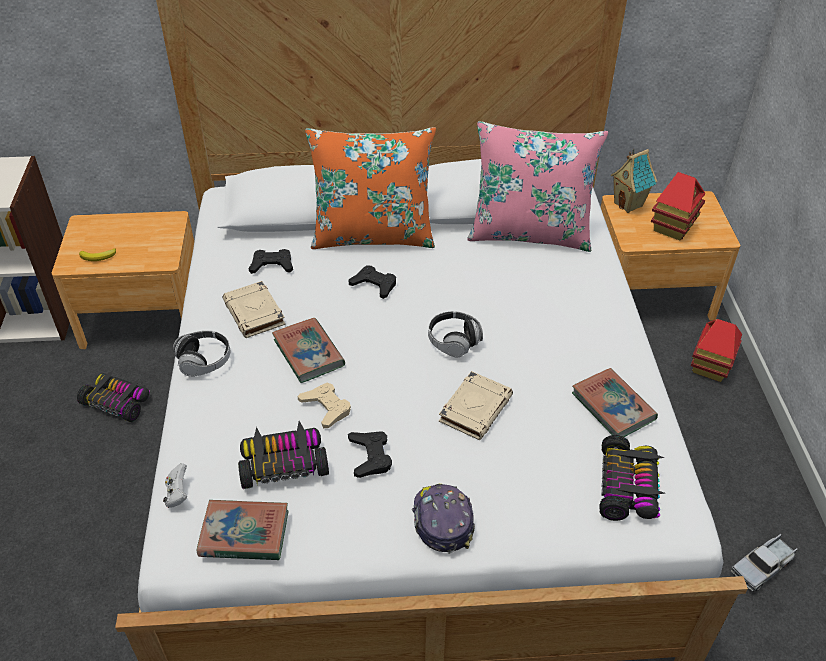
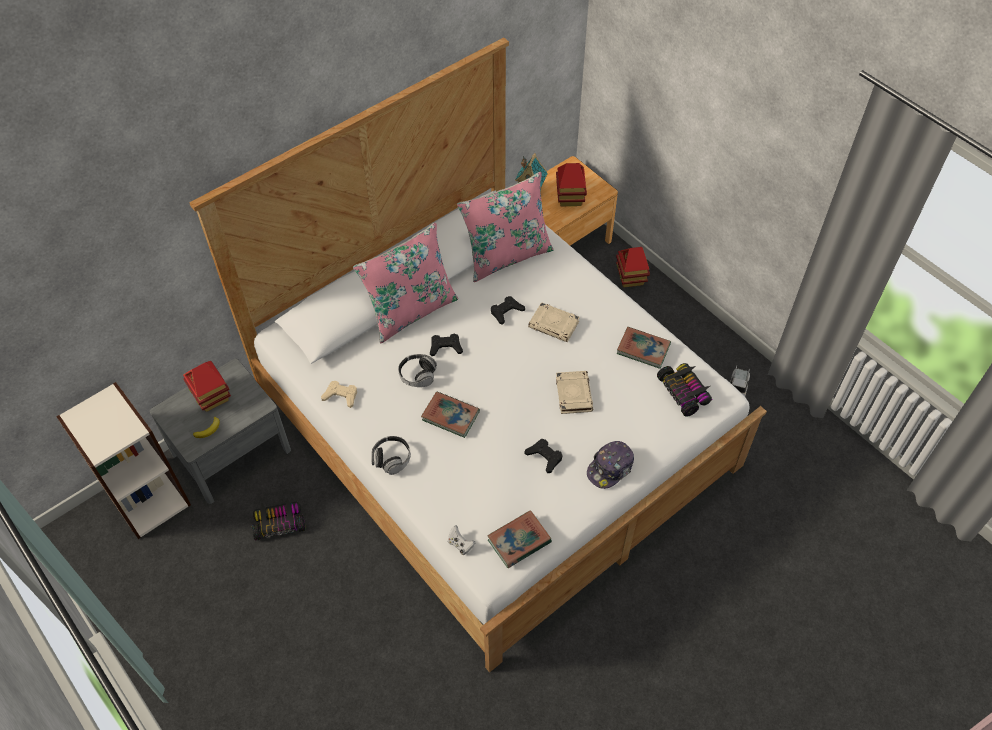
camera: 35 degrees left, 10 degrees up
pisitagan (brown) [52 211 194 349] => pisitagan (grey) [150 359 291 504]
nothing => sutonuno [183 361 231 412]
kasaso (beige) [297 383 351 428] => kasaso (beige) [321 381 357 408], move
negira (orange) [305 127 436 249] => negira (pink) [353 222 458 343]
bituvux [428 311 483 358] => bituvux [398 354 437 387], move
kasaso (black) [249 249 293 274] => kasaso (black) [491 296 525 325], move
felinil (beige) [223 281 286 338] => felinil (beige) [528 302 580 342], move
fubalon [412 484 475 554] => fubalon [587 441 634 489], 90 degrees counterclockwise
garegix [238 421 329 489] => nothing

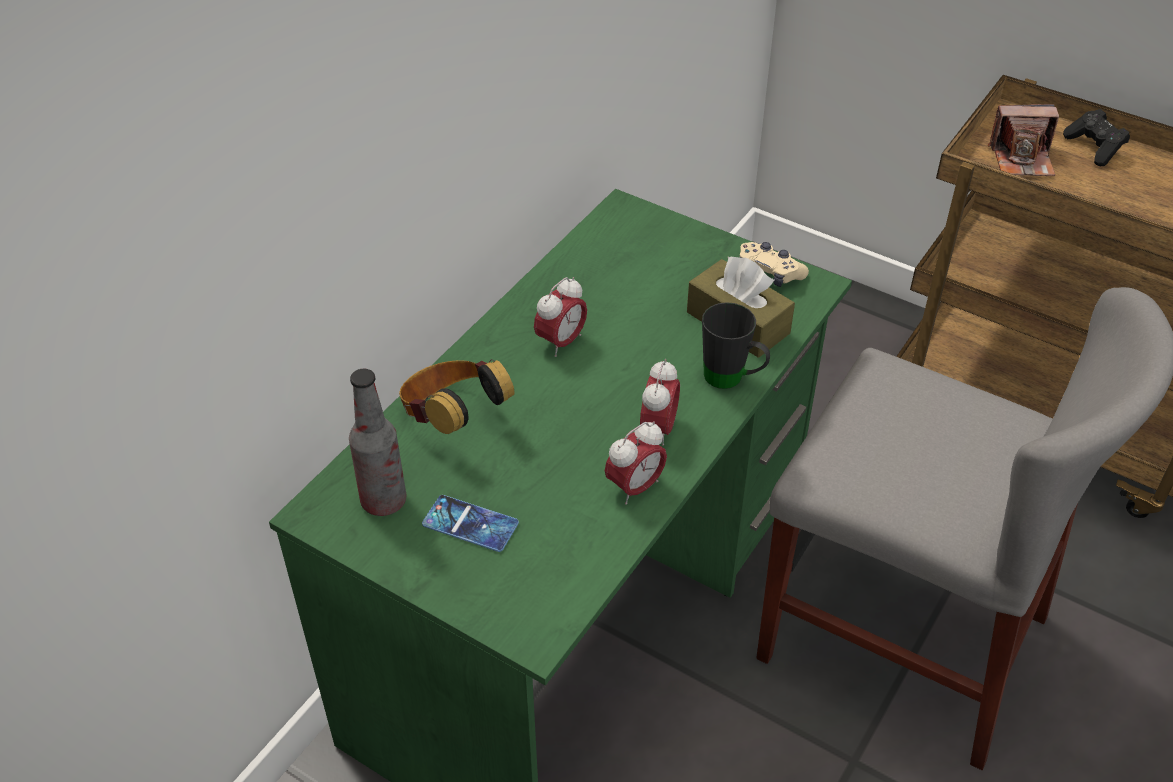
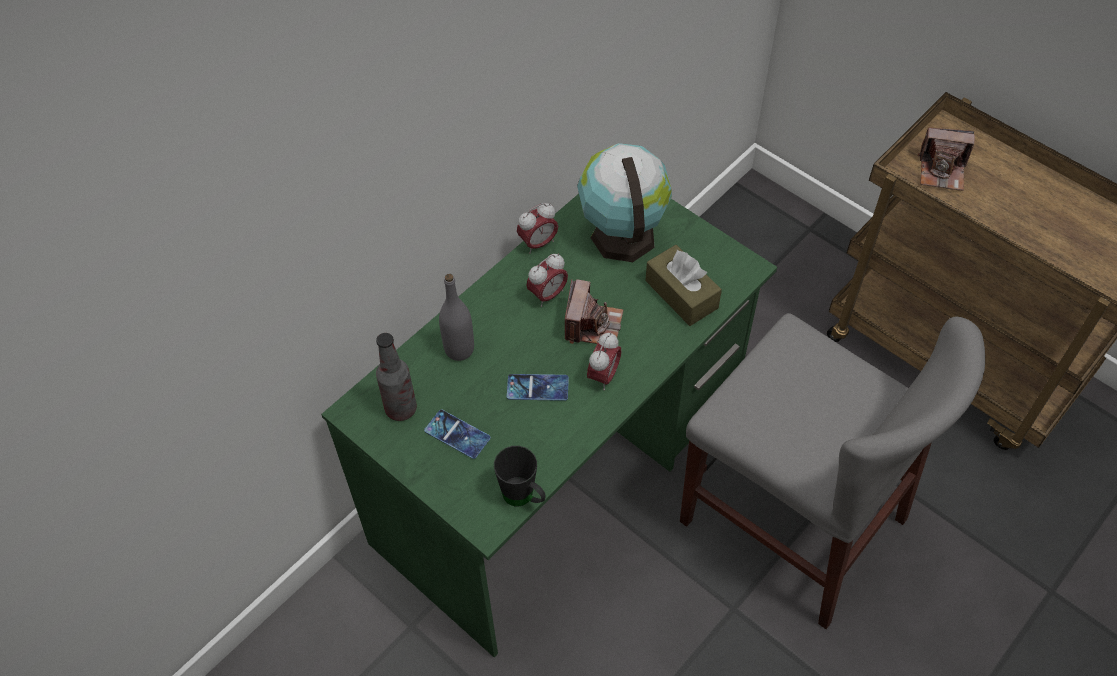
camera: 10 degrees right, 10 degrees up
bituvux [399 359 515 434] => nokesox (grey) [439 274 474 361]
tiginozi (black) [702 302 770 389] => tiginozi (black) [494 446 546 507], move
nothing => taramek [507 374 569 401]
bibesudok [605 421 667 505] => bibesudok [517 203 558 254], move
nothing => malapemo [565 279 623 344]
nothing => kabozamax [577 143 672 262]
kasaso (beige) [740 242 809 287] => nothing
kasaso (black) [1063 109 1130 166] => nothing

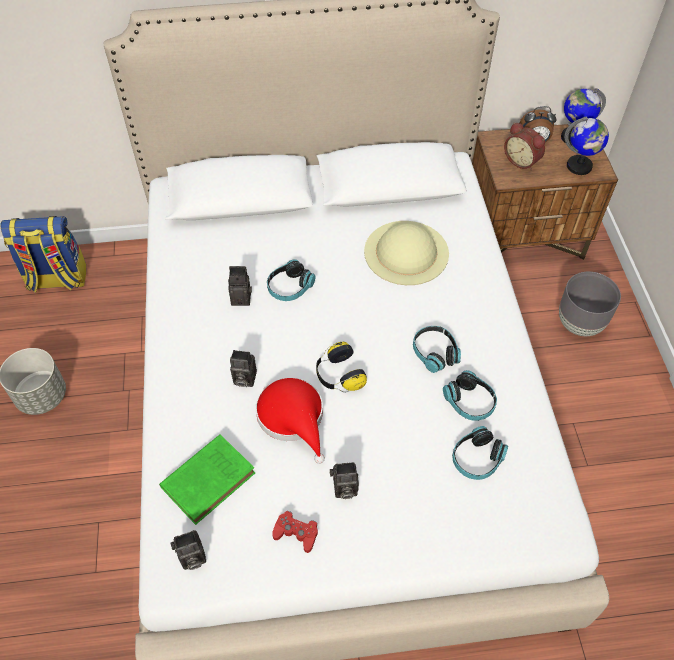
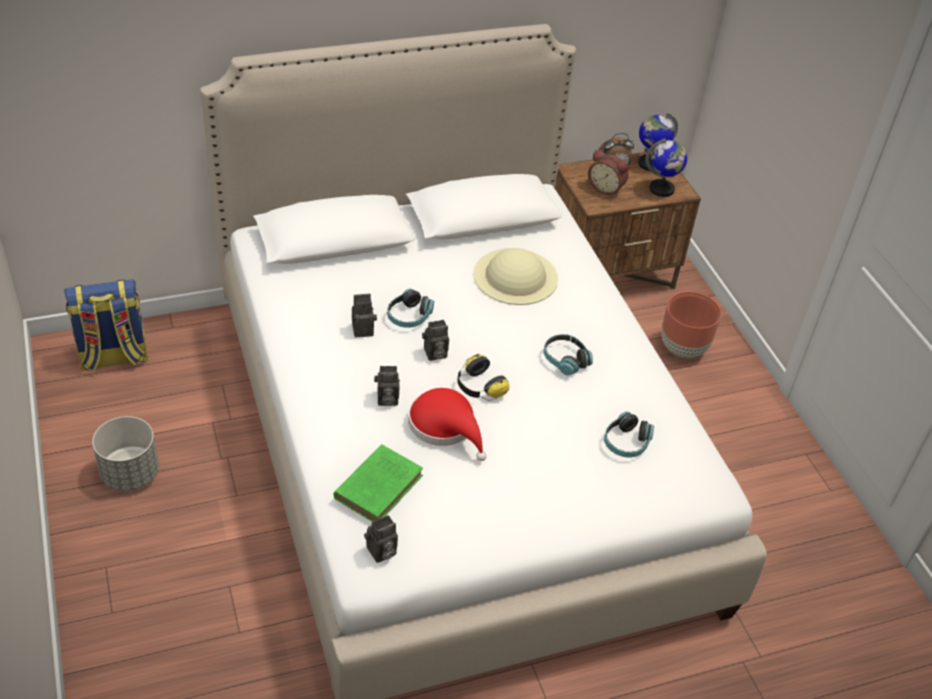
camera: 15 degrees left, 10 degrees down
malapemo [330 462 359 499] => malapemo [422 320 449 361], move
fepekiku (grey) [559 272 621 336] => fepekiku (brown) [661 292 721 358]
kasaso (red) [272 511 318 553] => nothing
bituvux [443 370 497 421] => nothing

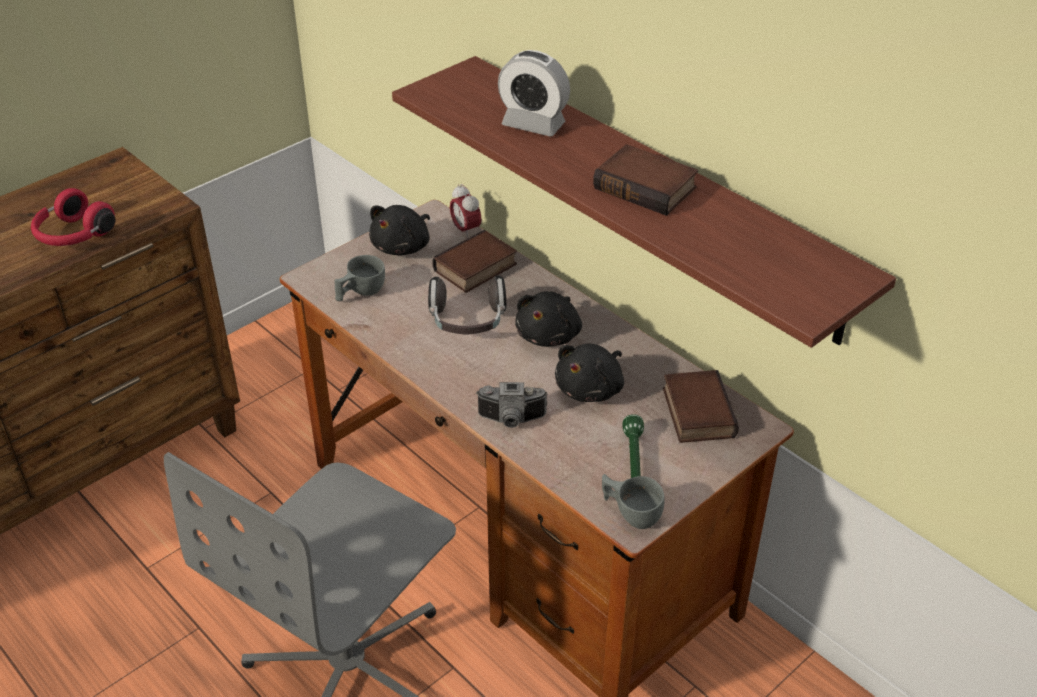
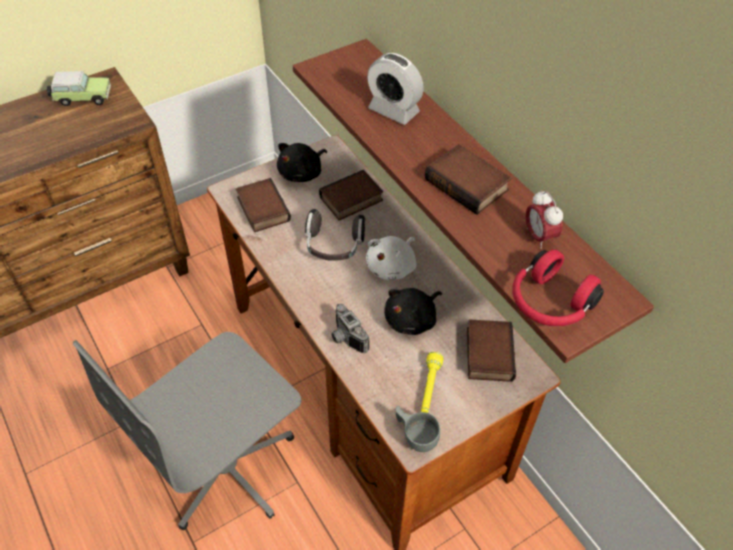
camera: 10 degrees right, 10 degrees up
nothing => garegix [47 71 111 106]
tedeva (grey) [334 255 385 301] => felinil [236 178 291 232]
malapemo [476 382 548 428] => malapemo [332 304 369 353], 45 degrees clockwise
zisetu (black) [515 291 582 347] => zisetu (white) [366 236 417 280]
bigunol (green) [623 414 644 478] => bigunol (yellow) [421 352 443 413]
bituvux (red) [31 188 115 246] => bituvux (red) [512 249 604 326], move
bibesudok [450 184 482 239] => bibesudok [526 190 563 249], move

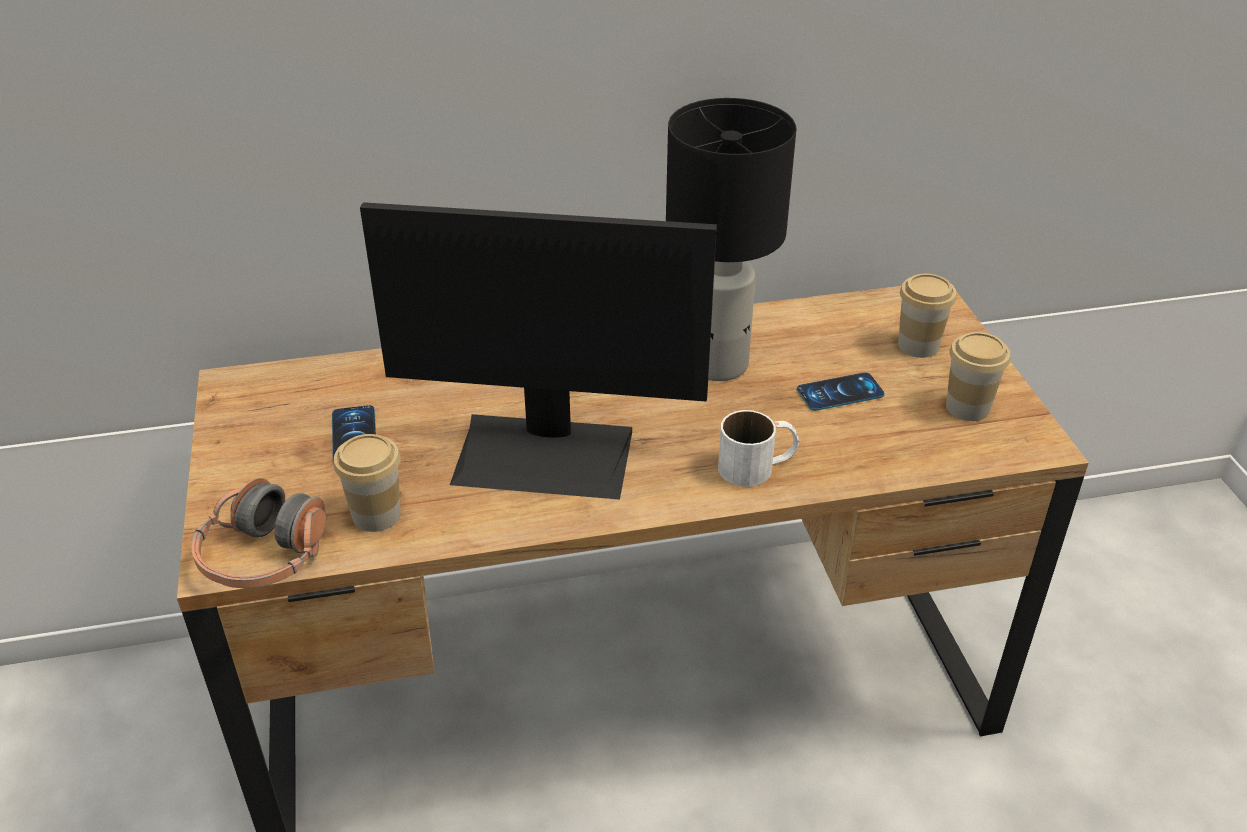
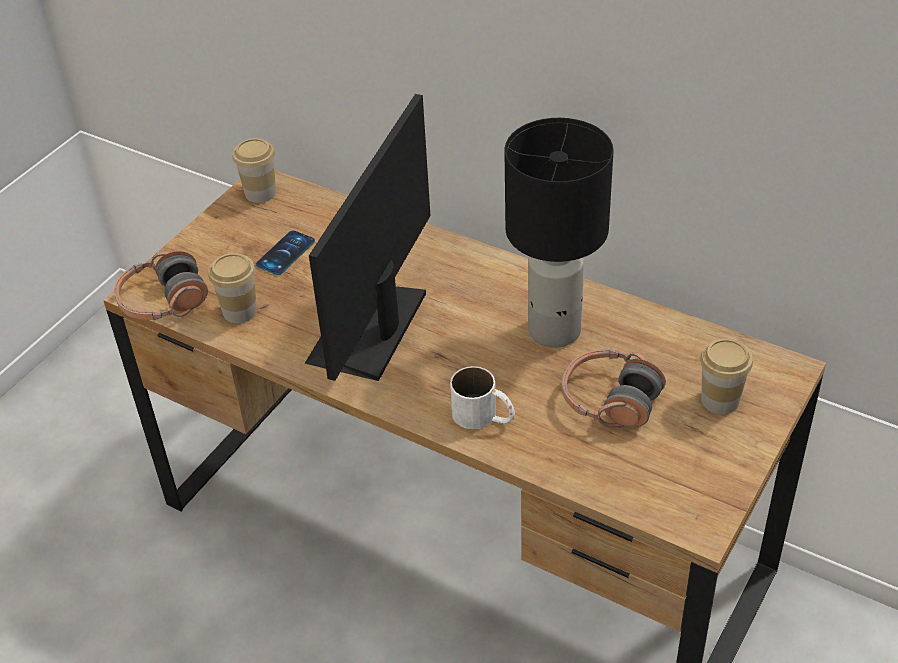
camera: 45 degrees right, 5 degrees up
tedeva [946 332 1010 421] => tedeva [233 138 276 203], move
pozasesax [360 202 717 500] => pozasesax [304 94 430 381], 60 degrees clockwise
taramek [797 372 885 411] => bituvux [562 349 666 428]

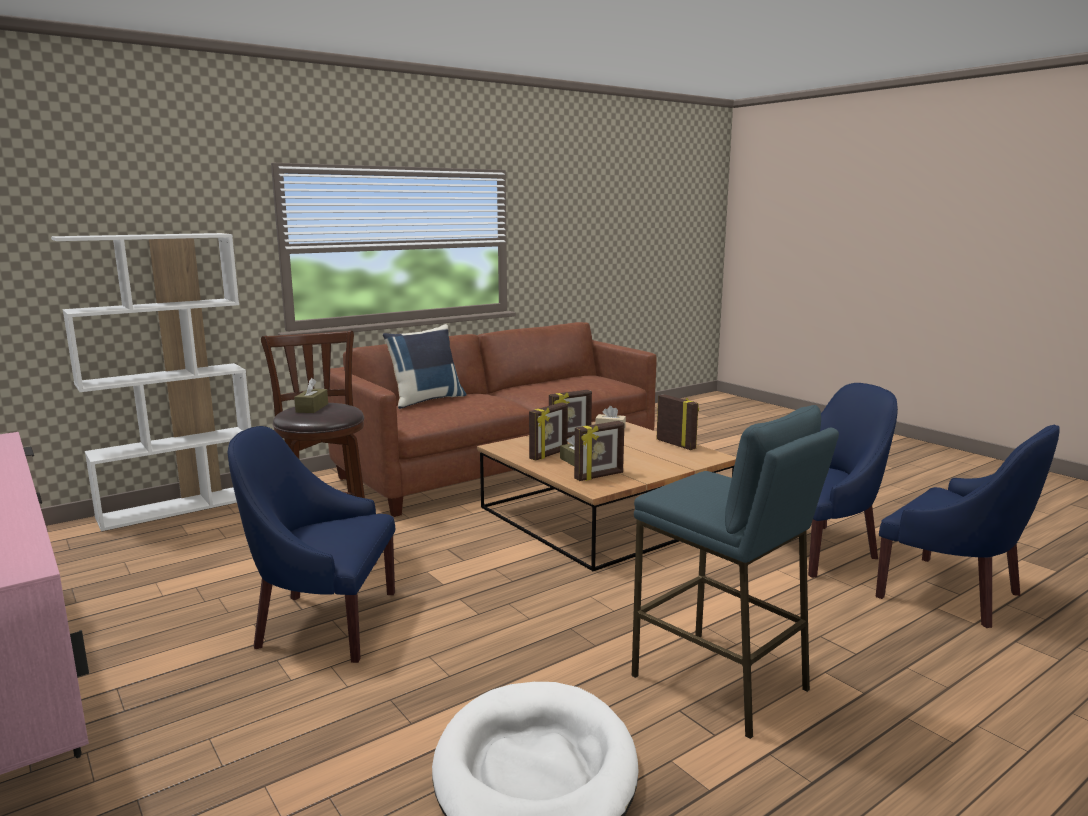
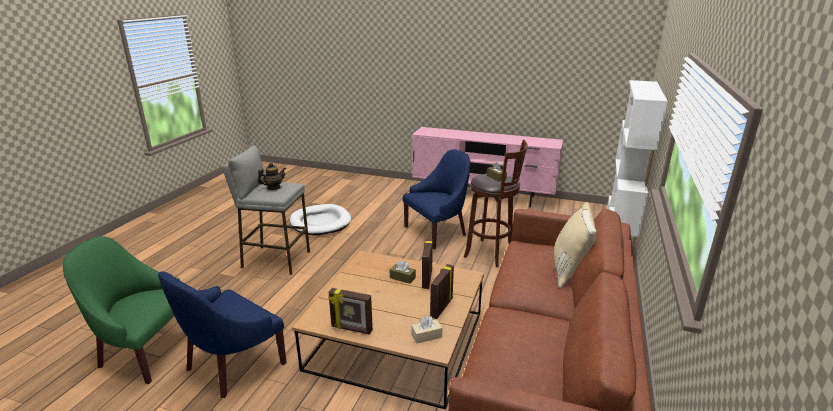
camera: 145 degrees right, 10 degrees up
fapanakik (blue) [876 425 1060 628] => fapanakik (green) [63 236 180 384]
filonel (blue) [631 405 839 739] => filonel (grey) [222 145 310 275]
nothing => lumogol [257 163 286 190]
negira (blue) [383 324 467 409] => negira (beige) [554 202 597 288]
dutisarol [574 421 624 481] => nothing

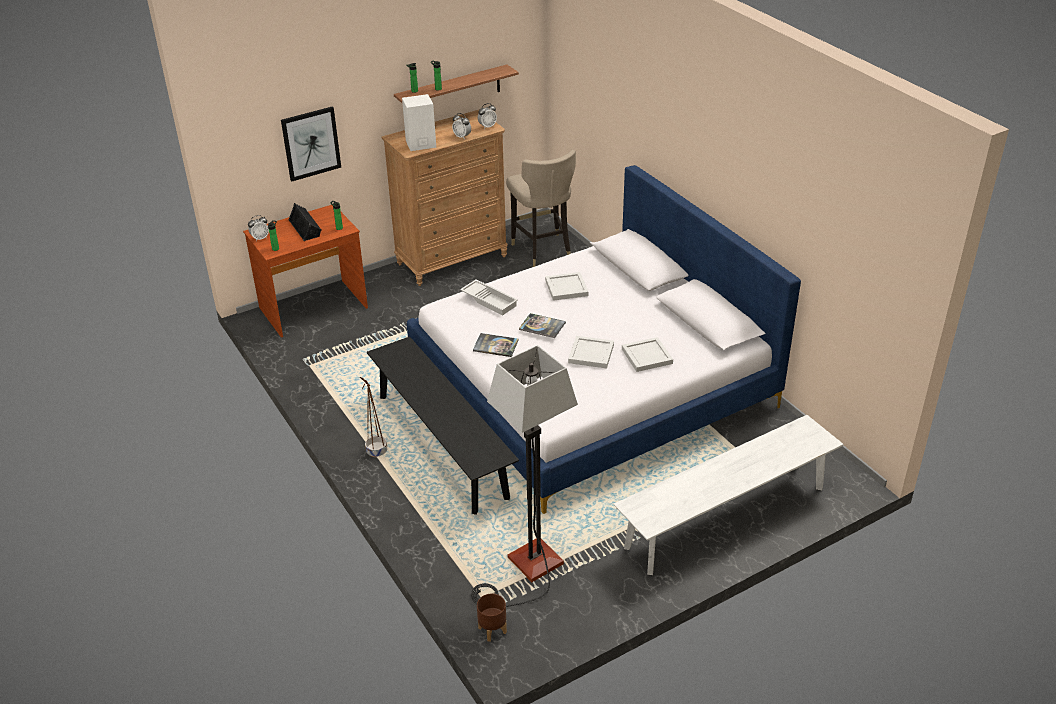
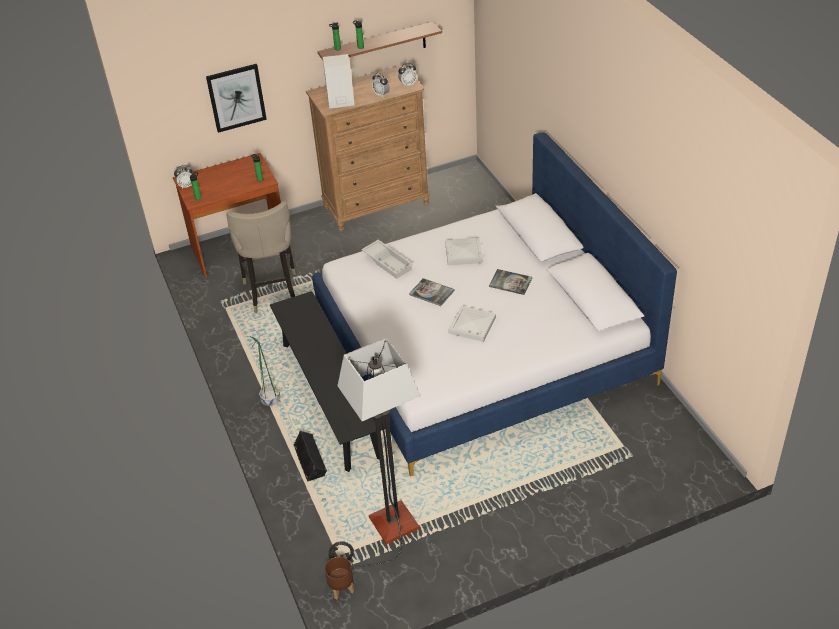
camera: 10 degrees right, 5 degrees up
filonel (beige) [506 150 576 267] => filonel (beige) [226 201 296 313], move
fepekiku (brown) [360 377 387 457] => fepekiku (green) [250 336 280 406]
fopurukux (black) [289 203 322 241] => fopurukux (black) [294 430 327 482], move
felinil [473 333 519 357] => felinil [489 269 532 295], move
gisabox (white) [614 415 844 575] => nothing
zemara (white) [622 337 673 372] => nothing

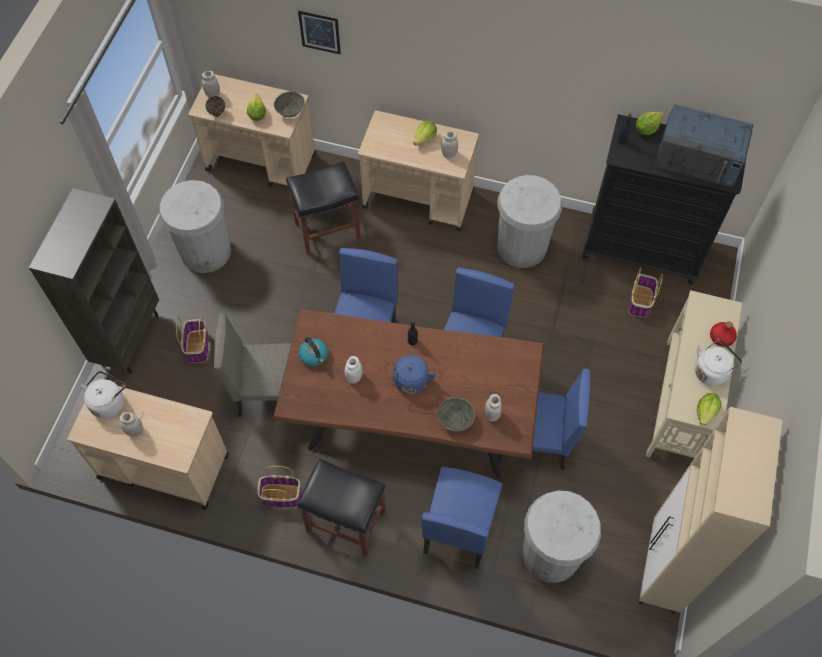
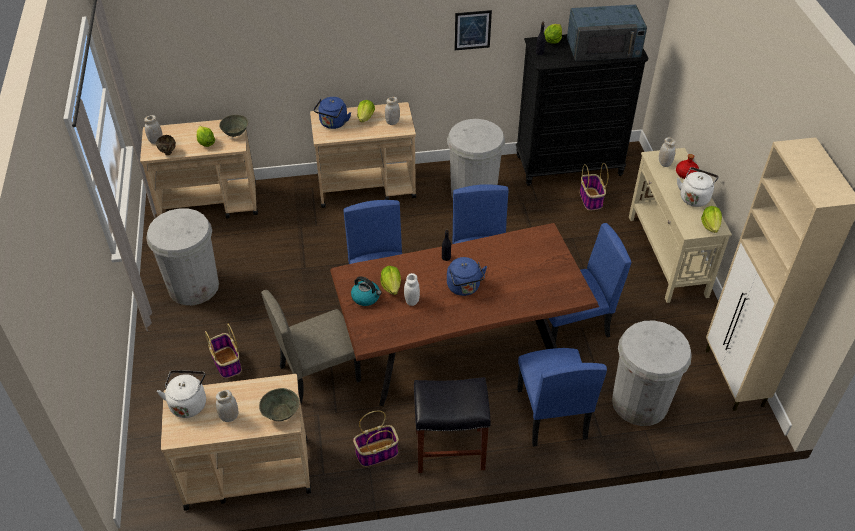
camera: 25 degrees left, 15 degrees down
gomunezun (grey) [437 398 475 431] => gomunezun (grey) [259 388 299 421], move
nothing => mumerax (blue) [314 97 351 129]
nothing => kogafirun [380 266 401 295]
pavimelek [298 10 341 54] => pavimelek [454 10 492 50], move
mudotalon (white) [485 394 502 422] => mudotalon (white) [659 137 676 167], move
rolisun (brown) [29 188 159 374] => nothing
filonel (black) [286 161 361 255] => nothing

